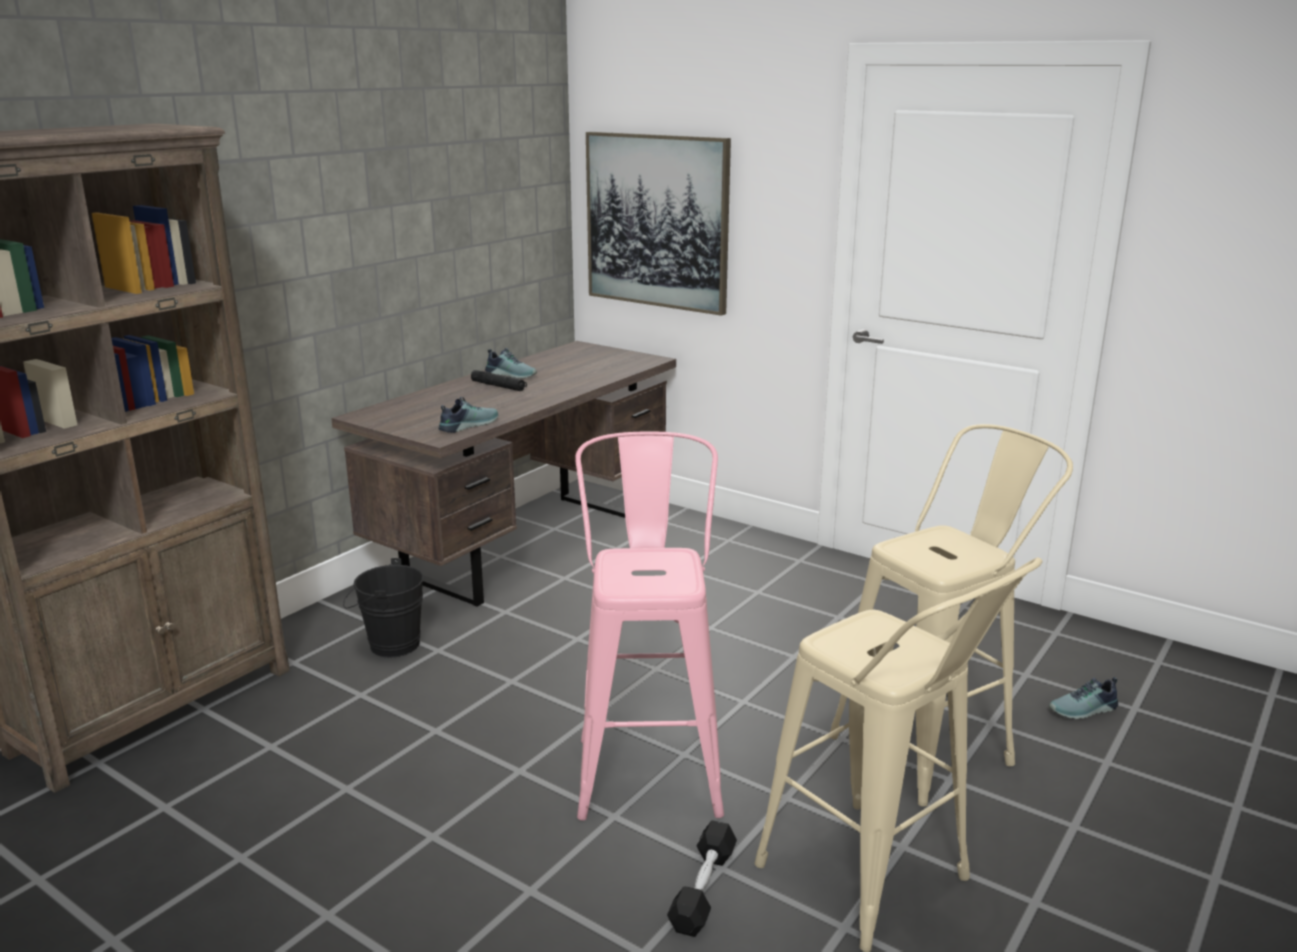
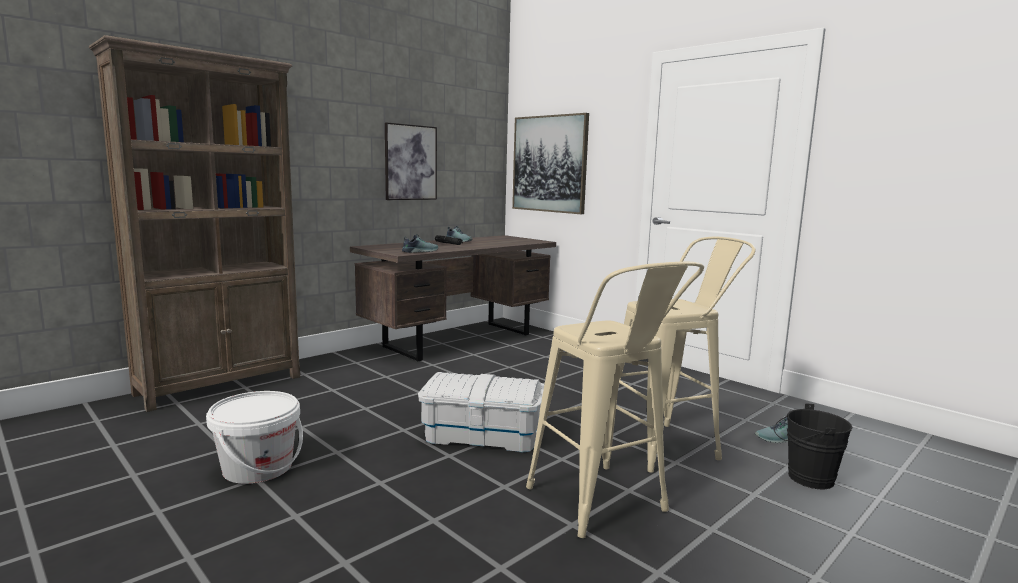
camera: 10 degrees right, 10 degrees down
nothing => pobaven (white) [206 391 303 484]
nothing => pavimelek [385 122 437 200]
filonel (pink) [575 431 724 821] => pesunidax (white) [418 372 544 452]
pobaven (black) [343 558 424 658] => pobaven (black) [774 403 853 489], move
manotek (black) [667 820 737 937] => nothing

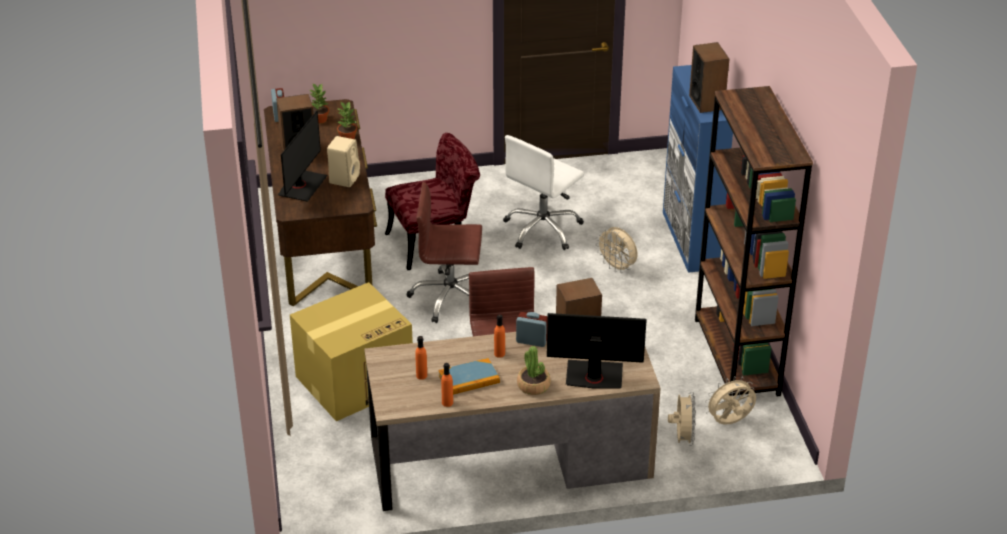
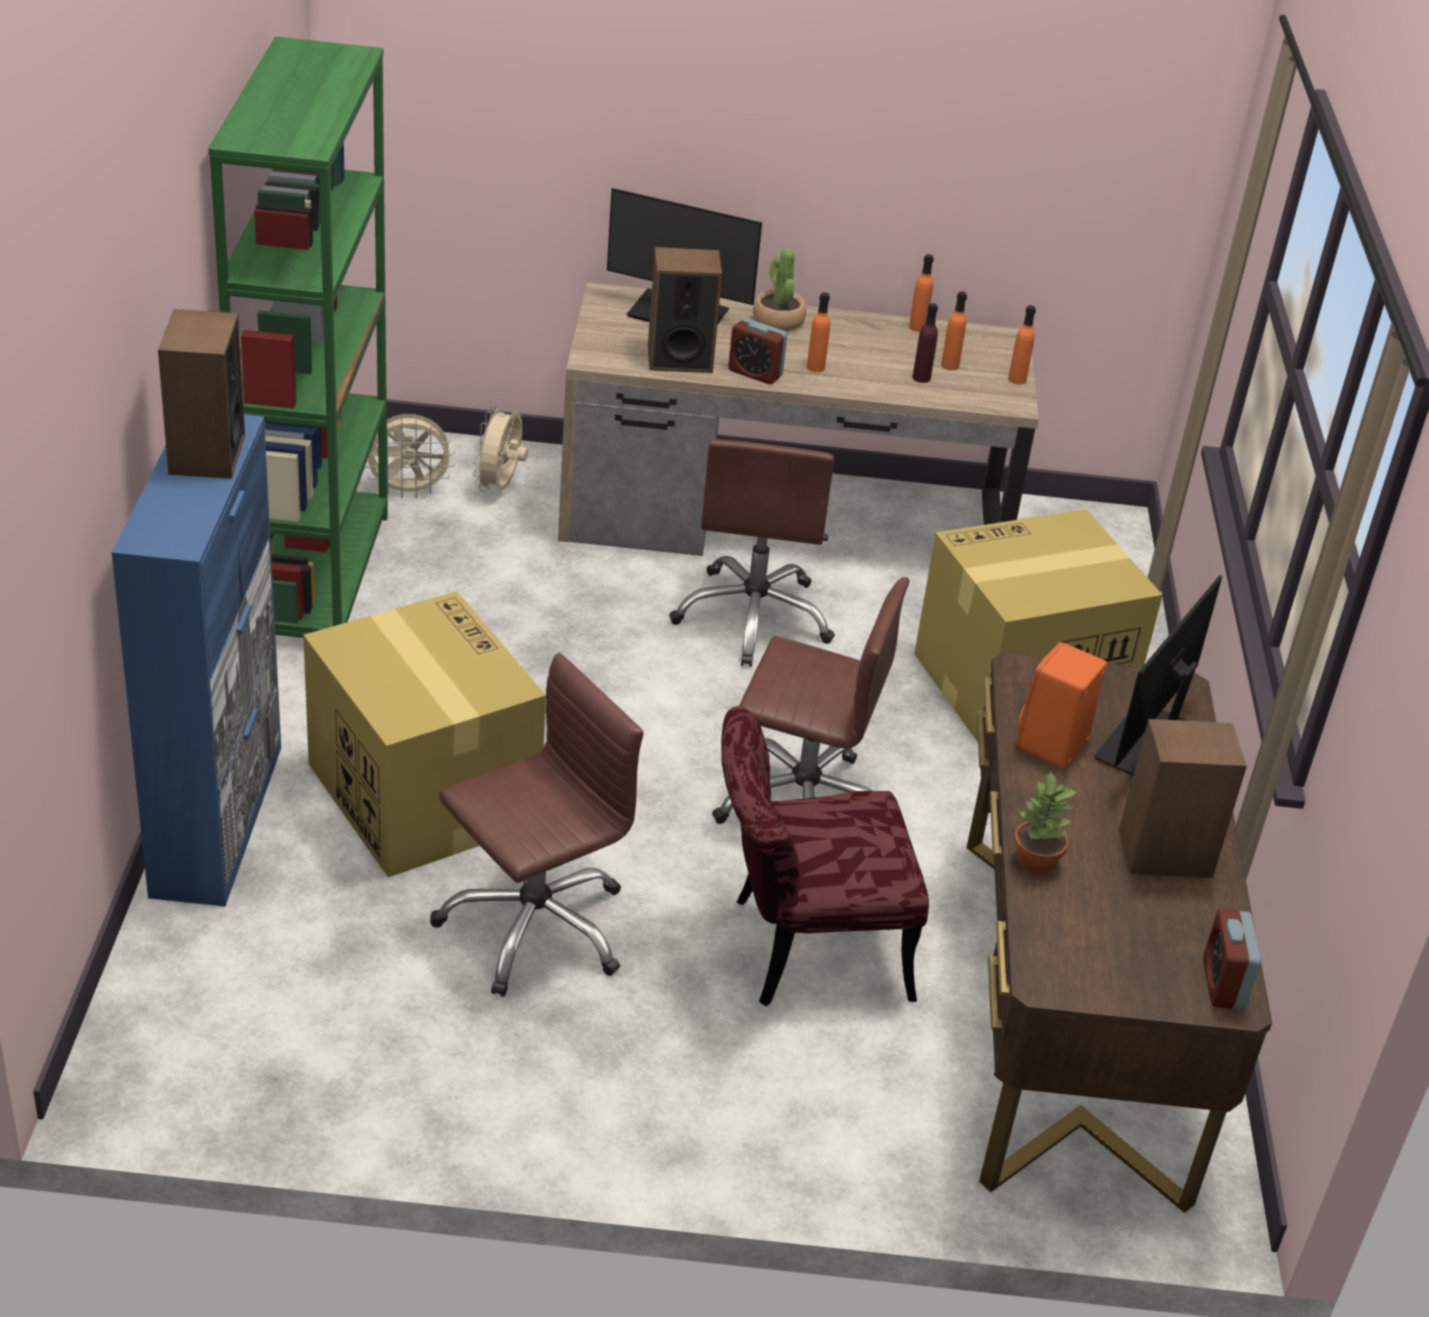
camera: 170 degrees left, 0 degrees up
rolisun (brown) [695 86 813 397] => rolisun (green) [208 37 388 638]
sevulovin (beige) [595 227 638 273] => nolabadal [303 591 546 877]
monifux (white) [503 135 584 250] => monifux (brown) [430 653 644 997]
nothing => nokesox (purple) [912 303 938 383]
nothing => nokesox (orange) [1008 305 1036 385]
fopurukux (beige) [327 136 360 187] => fopurukux (orange) [1015 642 1107 768]
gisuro [309 84 329 124] => nothing
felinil [438 358 500 395] => nothing

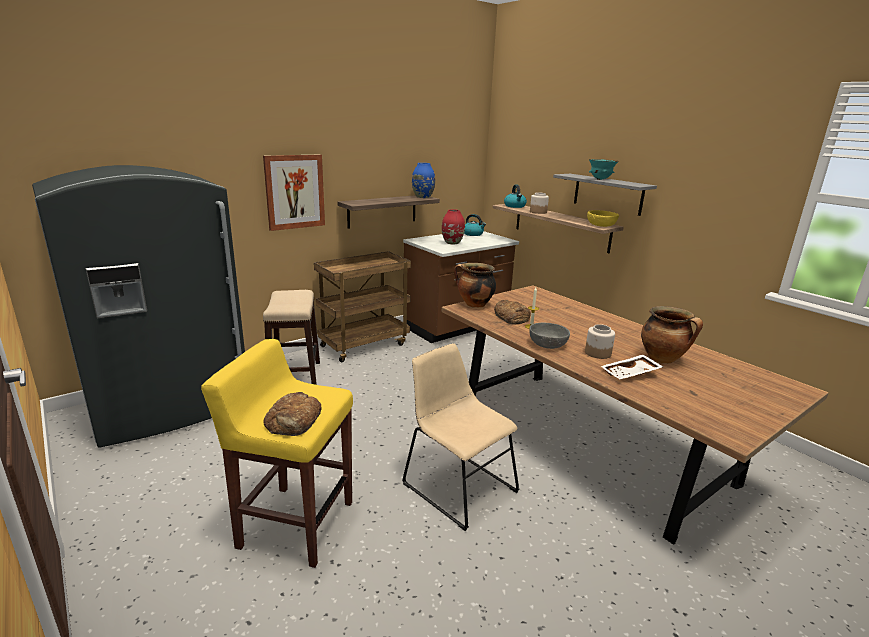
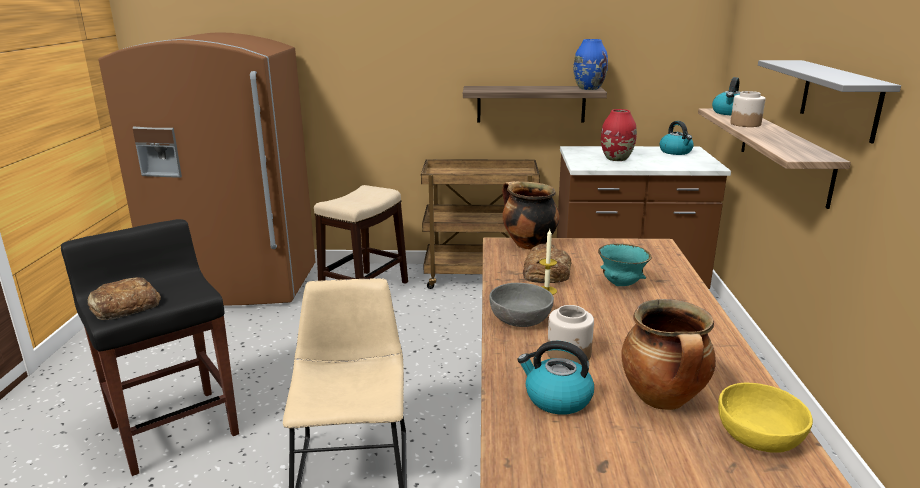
camera: 40 degrees right, 0 degrees up
filonel (yellow) [201 339 353 568] => filonel (black) [61 219 239 476]
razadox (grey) [32 165 245 447] => razadox (brown) [99 32 315 306]
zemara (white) [601 354 663 379] => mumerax [517 341 594 415]
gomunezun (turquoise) [589 159 619 180] => gomunezun (turquoise) [598 243 652 286], move
gomunezun (yellow) [587 210 619 227] => gomunezun (yellow) [718 383 813 453], move
pavimelek [263 155 325 231] => nothing

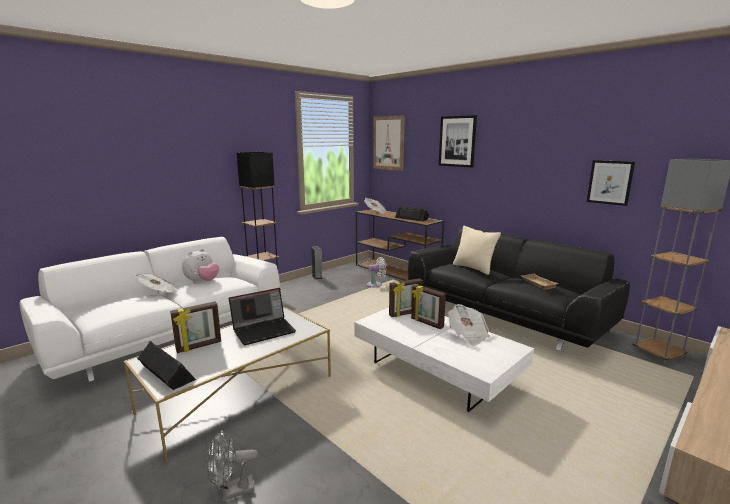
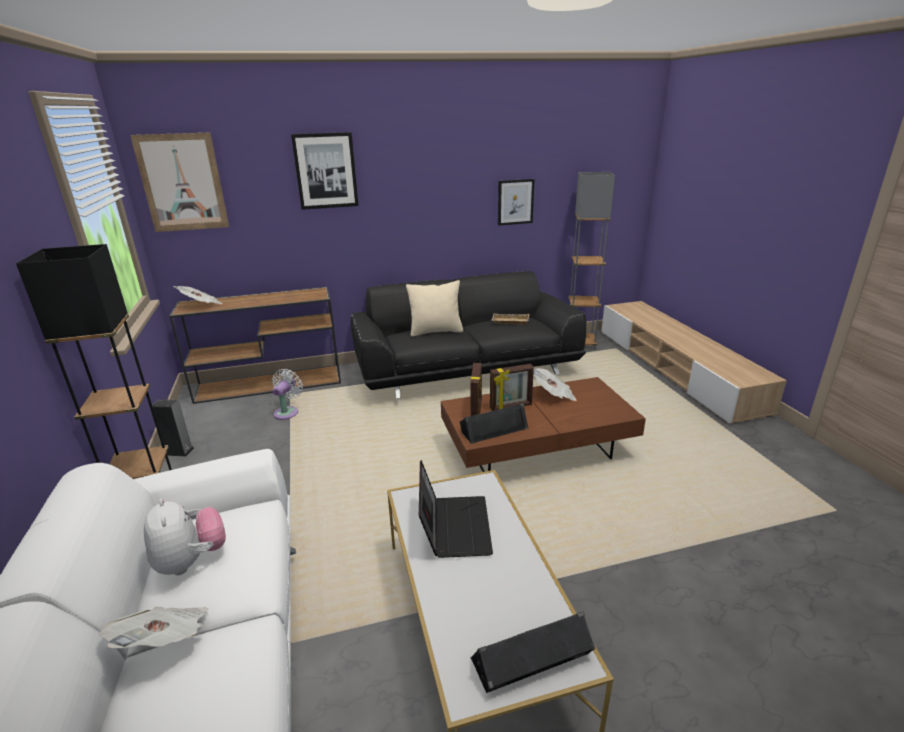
camera: 60 degrees left, 10 degrees up
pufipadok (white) [354 307 534 412] => pufipadok (brown) [441 377 646 472]
fopurukux (black) [395 206 429 222] => fopurukux (black) [460 403 529 444], move
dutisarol [170 302 221 353] => nothing
sevulovin (grey) [207 430 258 501] => nothing

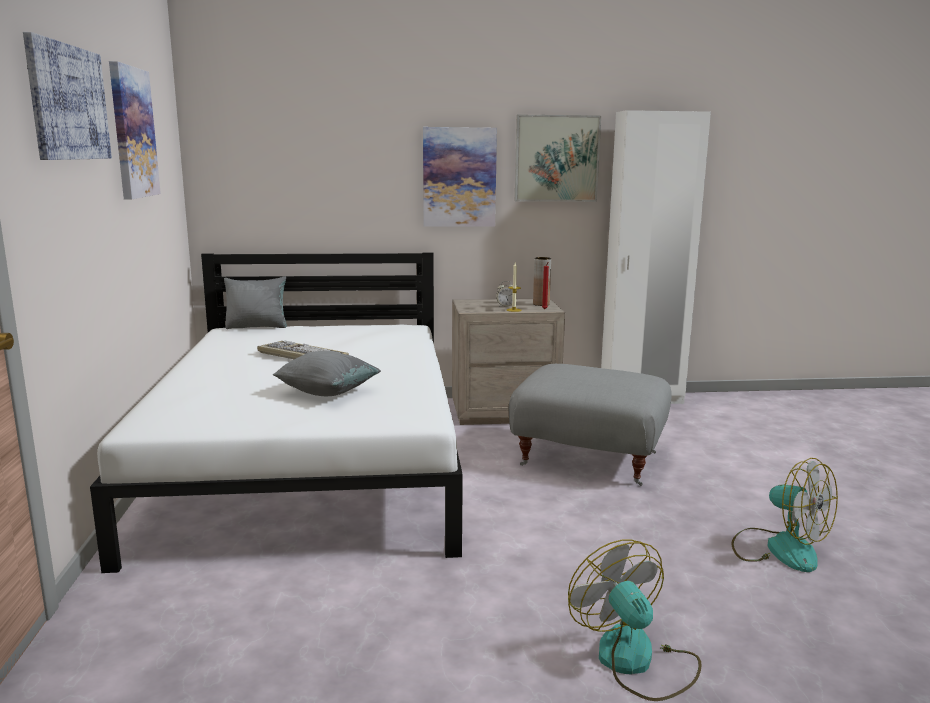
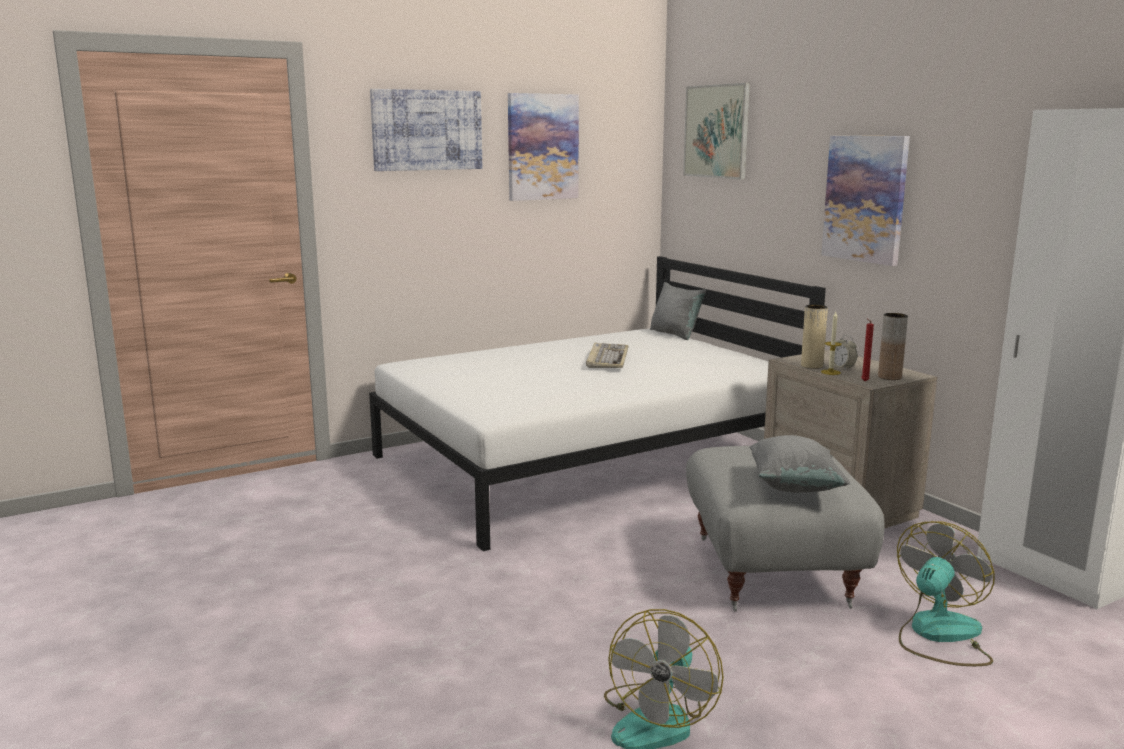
camera: 65 degrees right, 0 degrees up
pavimelek [515 114 601 202] => pavimelek [683 83 750 179], move
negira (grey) [273 351 381 396] => negira (grey) [749 435 851 492], move
nothing => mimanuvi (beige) [801 305 828 369]
sevulovin [568 539 702 701] => sevulovin [897 521 994 666], move

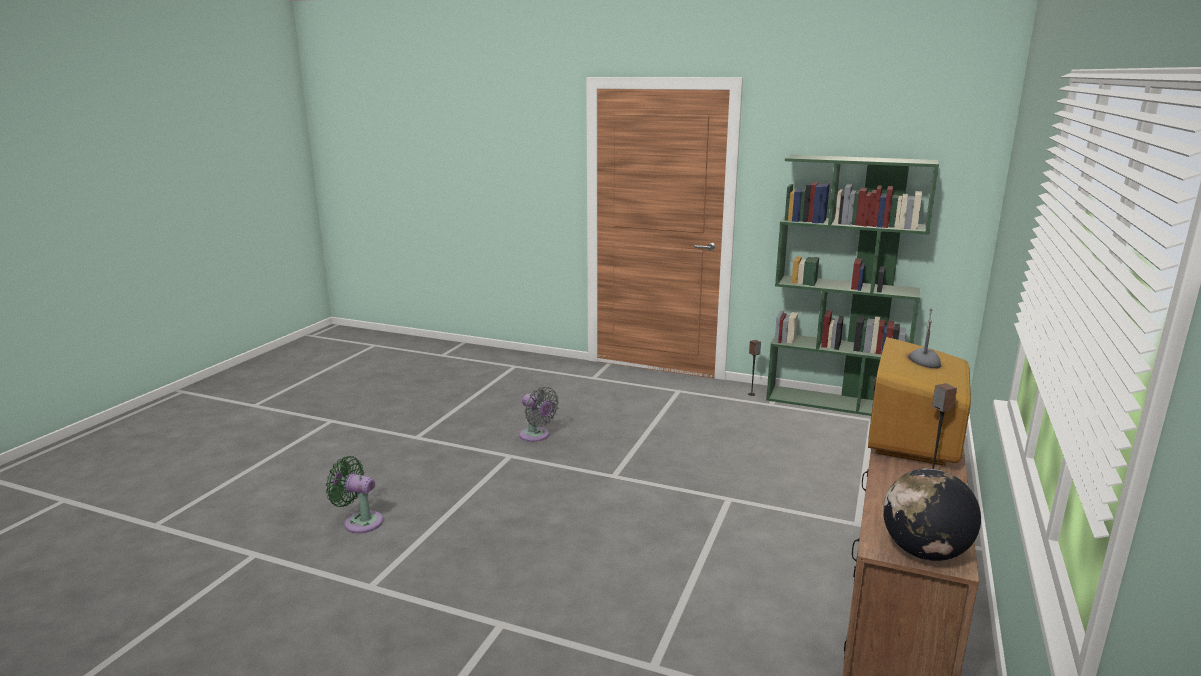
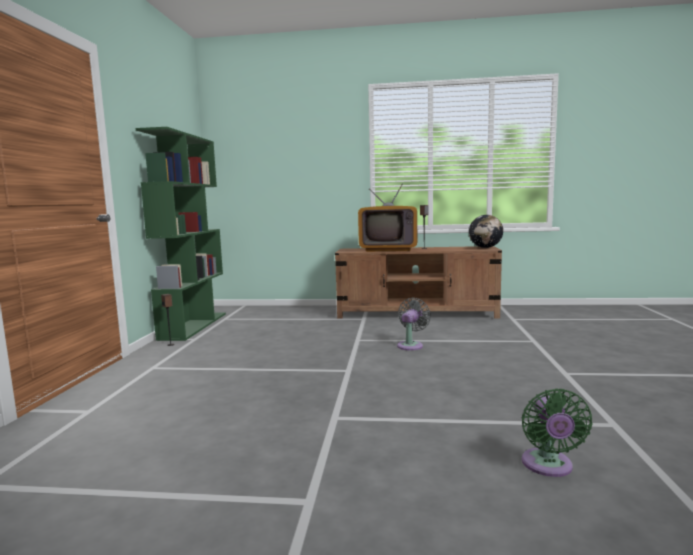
camera: 105 degrees left, 10 degrees down
sevulovin (grey) [519 387 559 442] => sevulovin (grey) [397 297 431 350], move

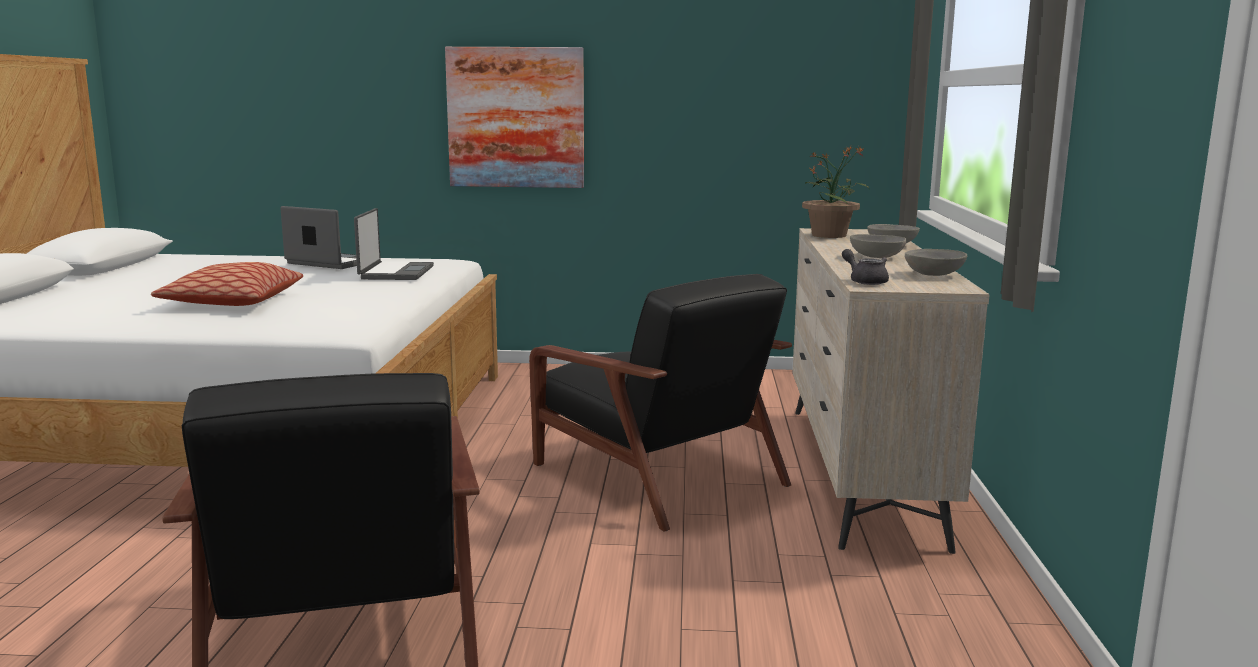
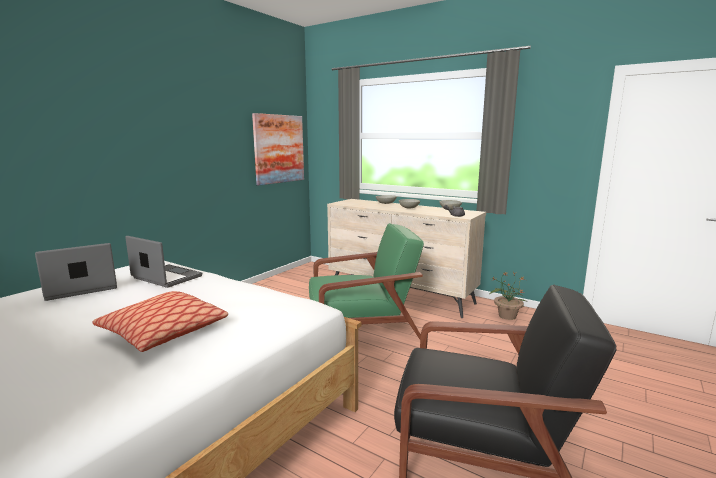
camera: 60 degrees left, 0 degrees up
pavimelek [445 47 584 188] => pavimelek [252 113 304 186], move
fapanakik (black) [529 274 792 531] => fapanakik (green) [309 223 424 339]
gisuro [802 146 869 238] => gisuro [489 272 527 320], move

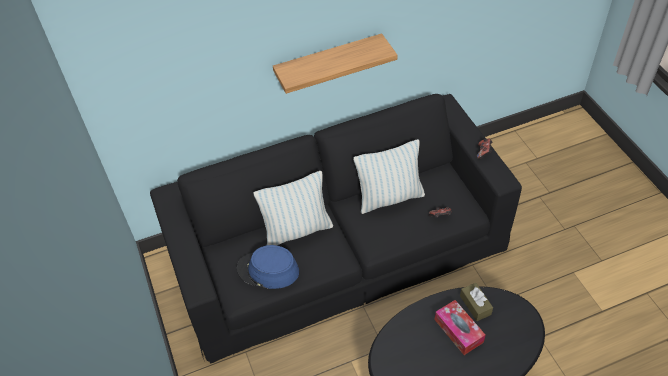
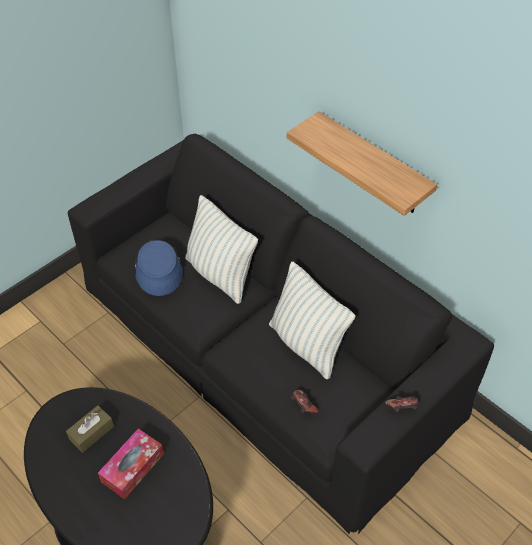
camera: 65 degrees right, 0 degrees up
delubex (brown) [460 283 493 321] => delubex (brown) [66 405 114 453], move

